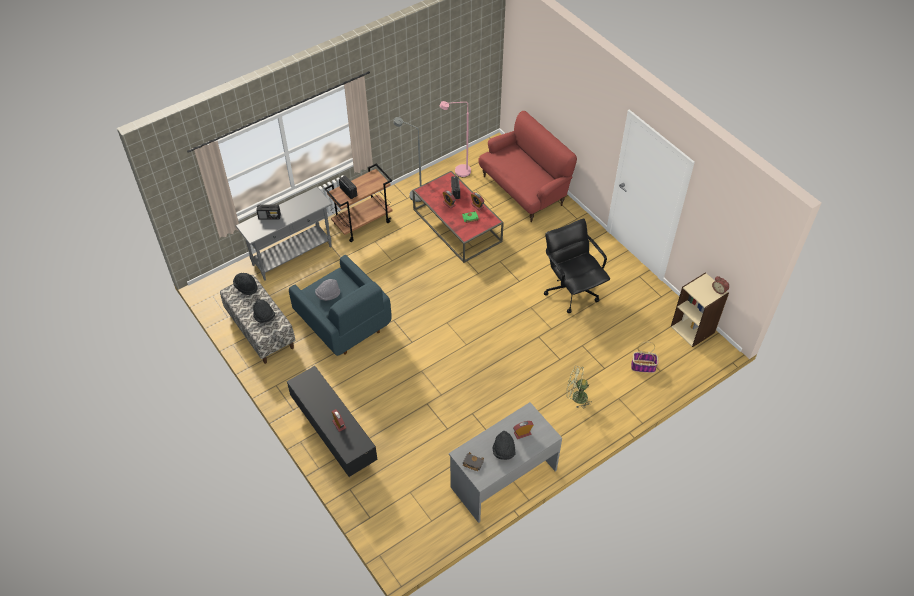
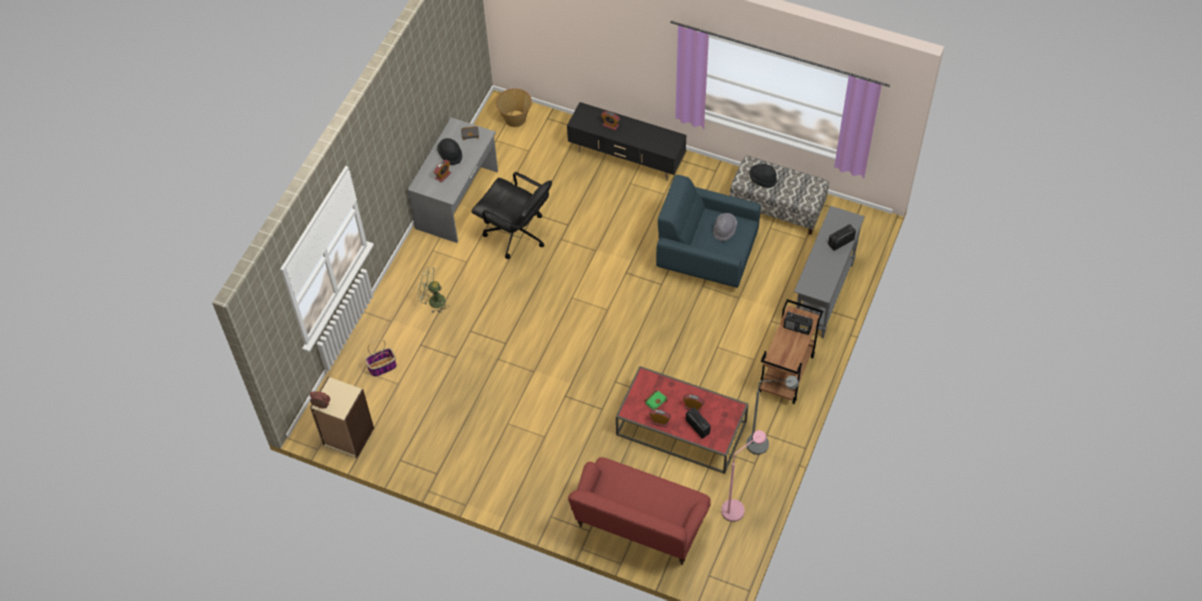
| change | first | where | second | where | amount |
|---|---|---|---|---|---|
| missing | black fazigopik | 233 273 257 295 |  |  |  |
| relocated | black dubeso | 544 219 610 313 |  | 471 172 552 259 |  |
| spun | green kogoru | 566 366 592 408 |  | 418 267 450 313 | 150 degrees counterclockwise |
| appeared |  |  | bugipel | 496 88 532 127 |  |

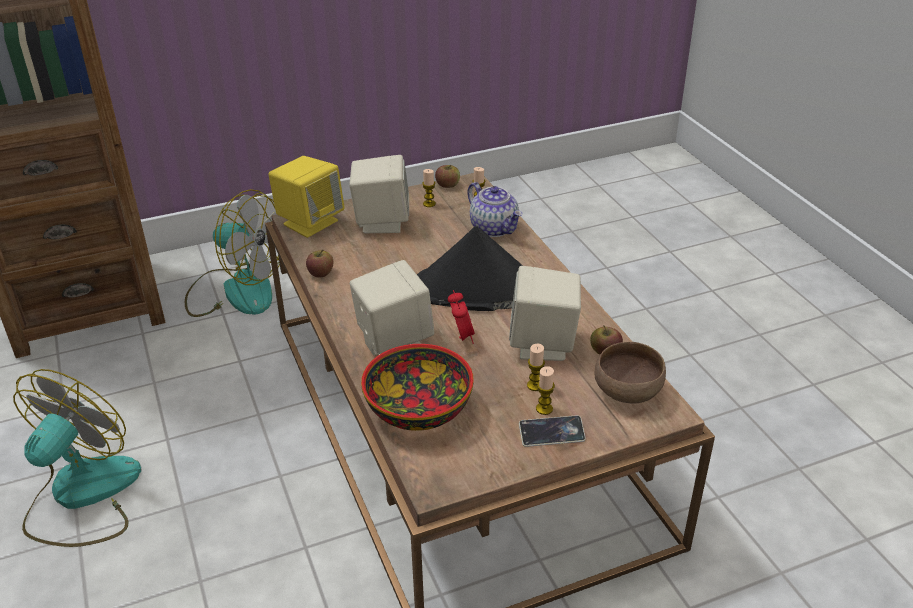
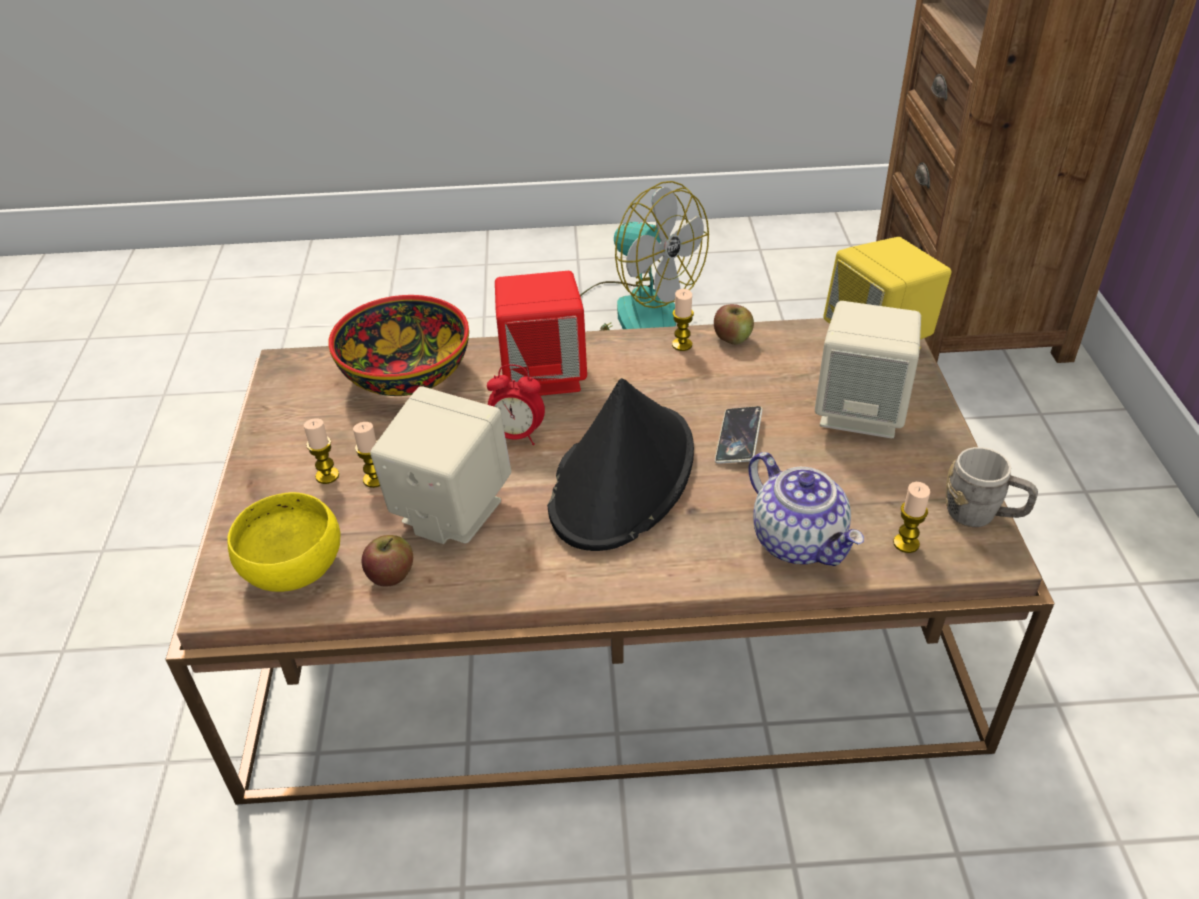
| change | first | where | second | where | amount |
|---|---|---|---|---|---|
| missing | kogoru | 185 189 280 317 |  |  |  |
| colour | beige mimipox | 350 260 434 356 | red mimipox | 495 271 587 396 |  |
| relocated | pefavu | 422 169 436 207 |  | 672 289 694 351 |  |
| exchanged | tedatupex | 435 165 460 188 | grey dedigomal | 946 447 1038 527 |  |
| spun | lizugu | 468 182 522 237 |  | 748 452 864 566 | 105 degrees counterclockwise |
| relocated | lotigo | 519 415 586 447 |  | 715 406 762 464 |  |
| colour | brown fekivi | 594 342 666 403 | yellow fekivi | 228 492 340 592 |  |

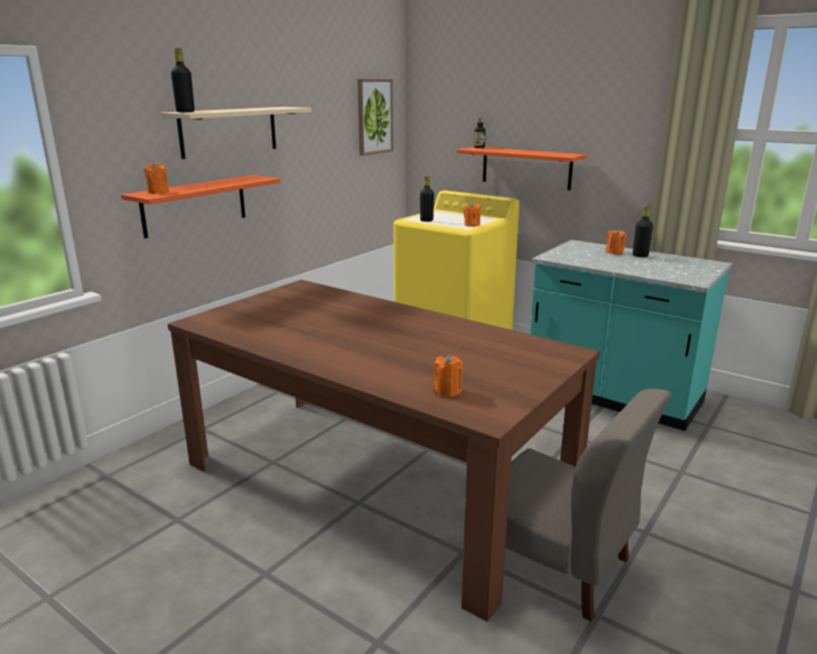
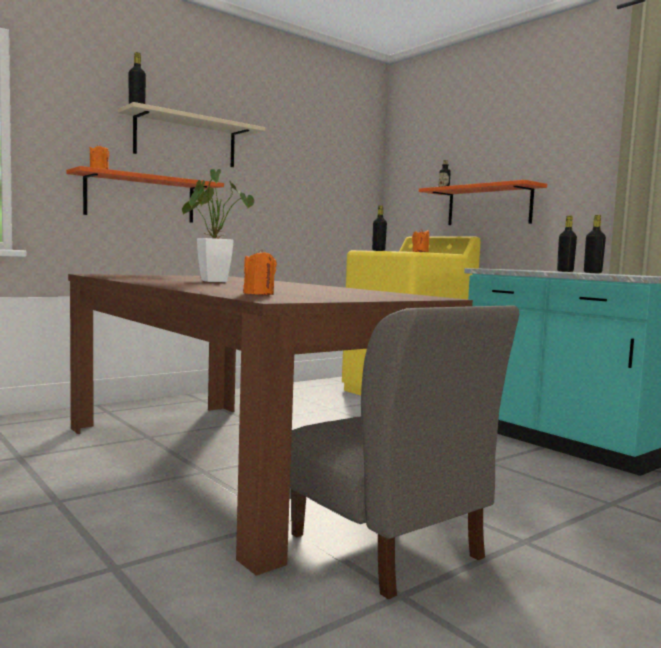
| change | first | where | second | where | amount |
|---|---|---|---|---|---|
| missing | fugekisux | 358 79 393 156 |  |  |  |
| exchanged | orange pefavu | 606 229 627 255 | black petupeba | 557 216 577 272 |  |
| appeared |  |  | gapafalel | 182 169 254 282 |  |

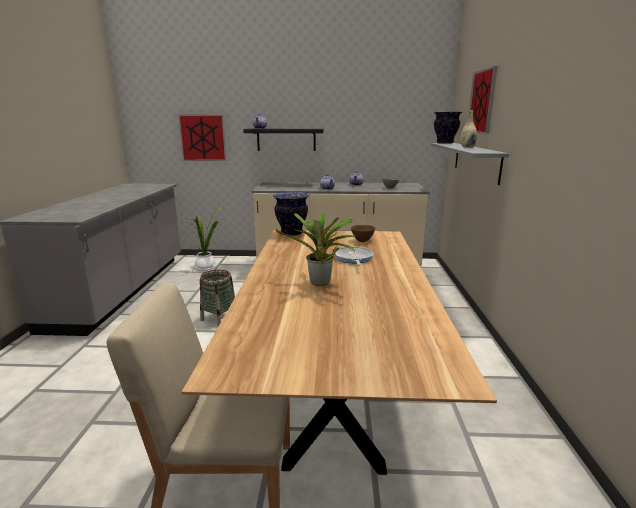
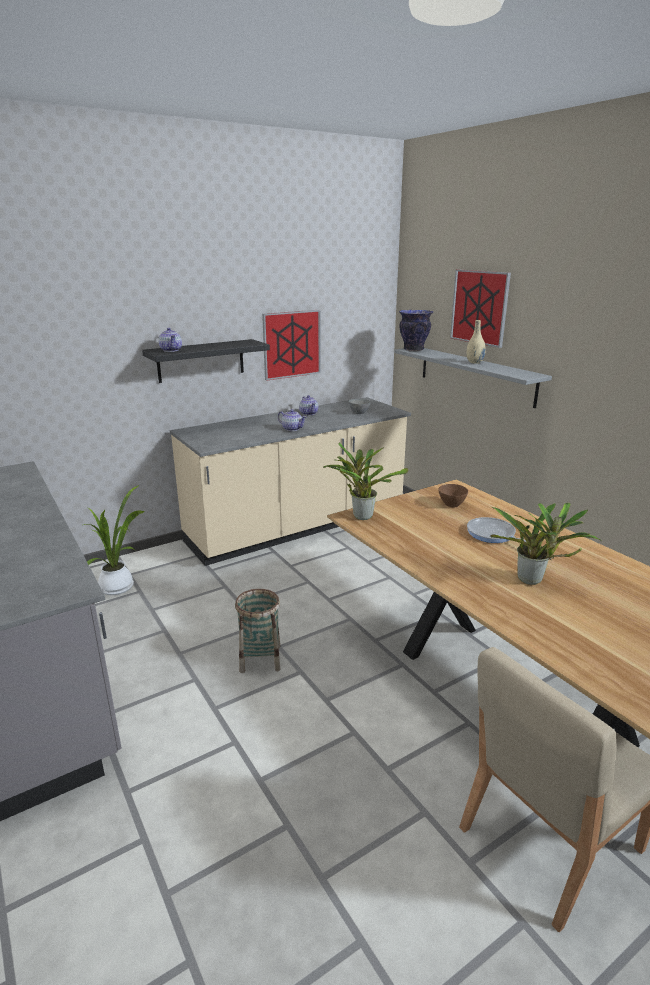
| change | first | where | second | where | amount |
|---|---|---|---|---|---|
| relocated | fugekisux | 178 115 227 161 |  | 262 310 321 381 |  |
| exchanged | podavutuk | 273 192 309 236 | gapafalel | 323 443 408 520 |  |

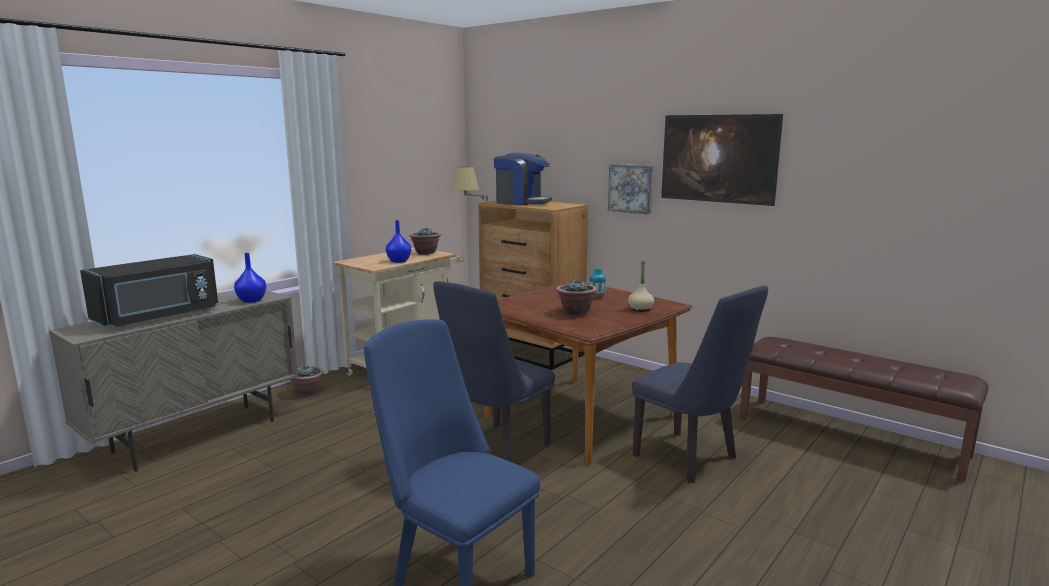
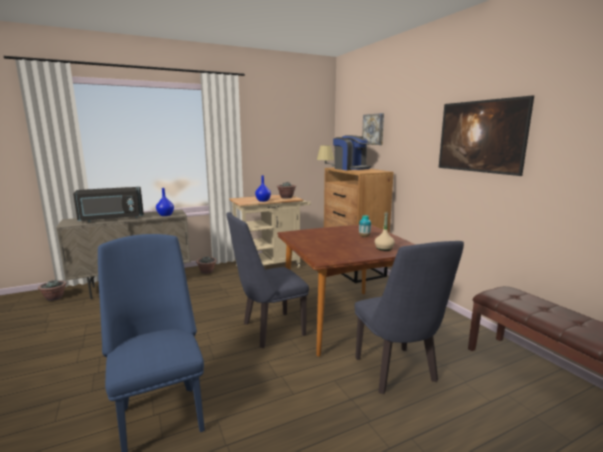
| change | first | where | second | where | amount |
|---|---|---|---|---|---|
| relocated | gapafalel | 556 279 597 316 |  | 38 280 67 301 |  |
| relocated | fugekisux | 608 164 653 214 |  | 362 113 384 145 |  |

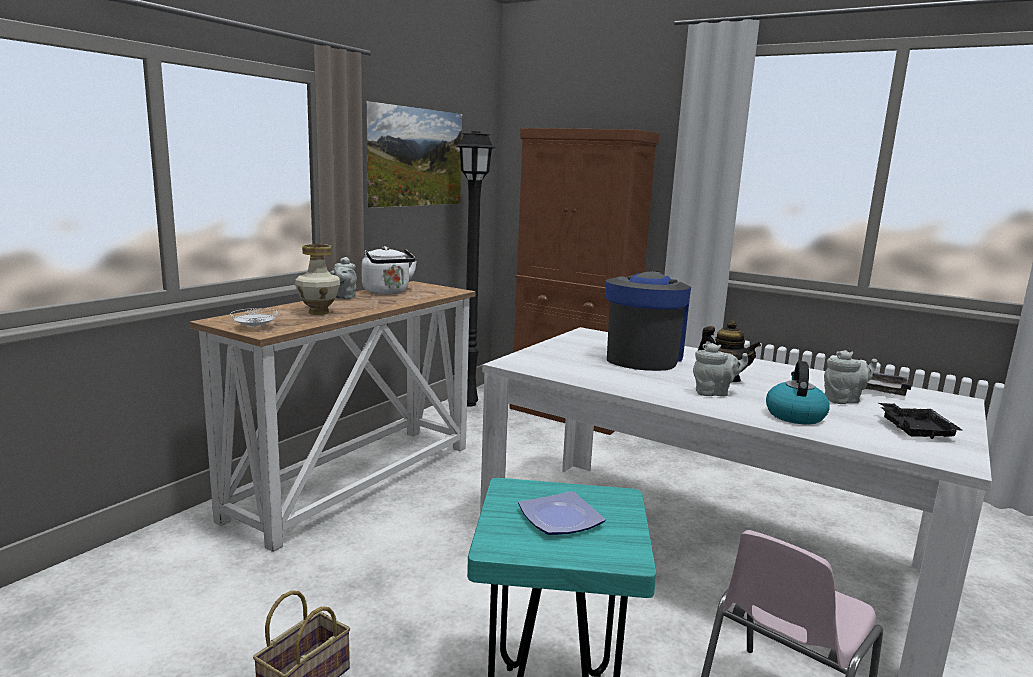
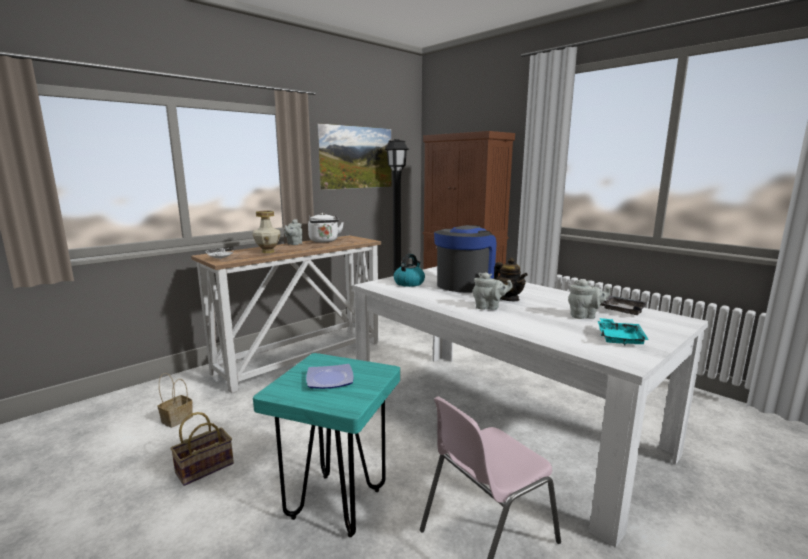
| change | first | where | second | where | amount |
|---|---|---|---|---|---|
| relocated | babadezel | 766 361 830 424 |  | 394 254 425 287 |  |
| colour | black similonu | 879 403 964 439 | turquoise similonu | 598 318 649 346 |  |
| appeared |  |  | bugipel | 158 373 193 428 |  |

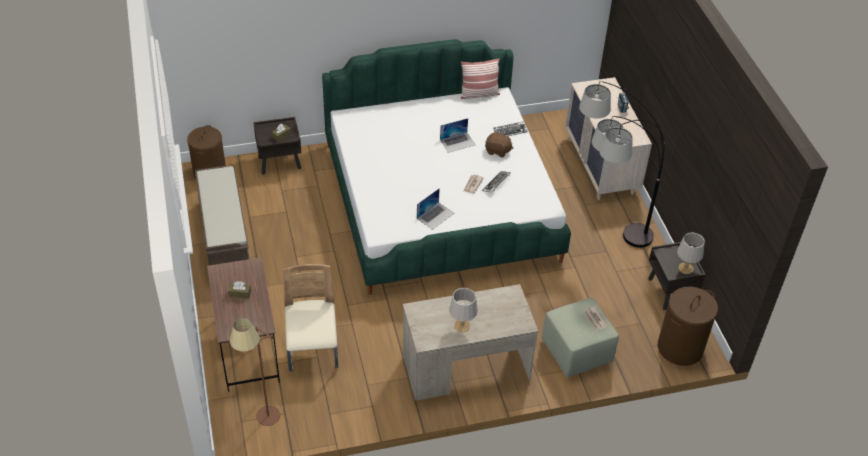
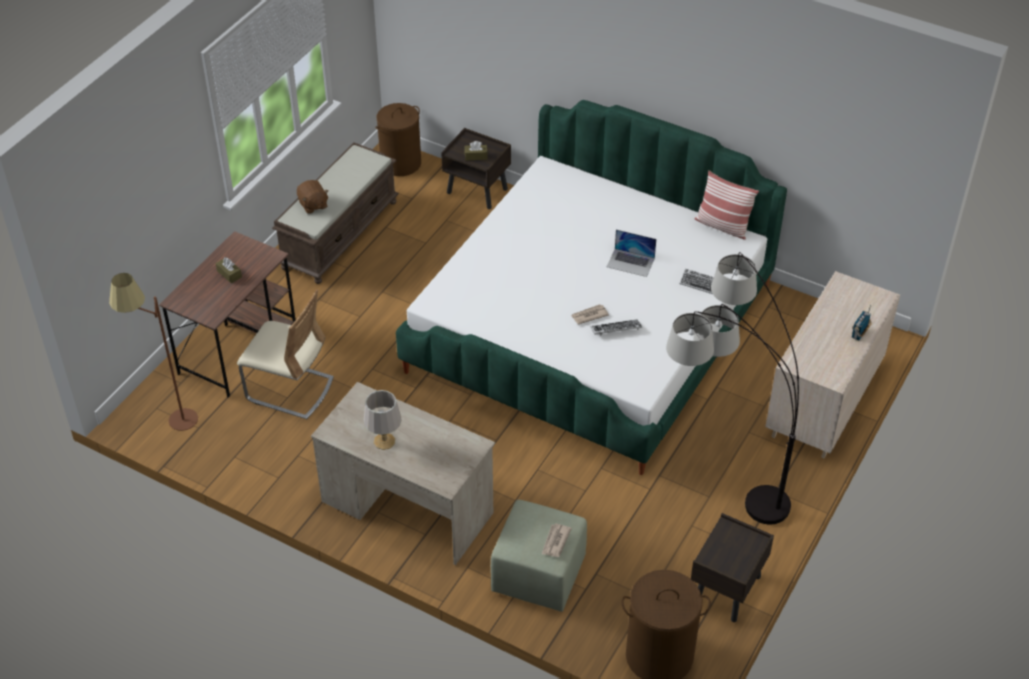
| change | first | where | second | where | amount |
|---|---|---|---|---|---|
| spun | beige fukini | 283 264 338 371 |  | 237 289 334 419 | 75 degrees clockwise |
| missing | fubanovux | 417 188 454 230 |  |  |  |
| relocated | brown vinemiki | 485 132 513 158 |  | 297 180 329 214 |  |
| missing | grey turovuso | 677 232 705 274 |  |  |  |

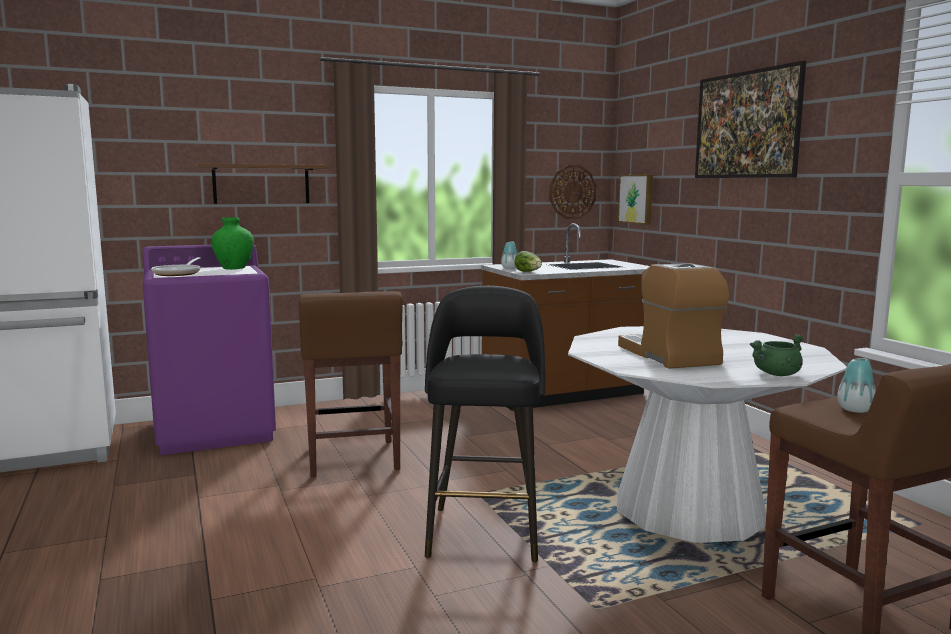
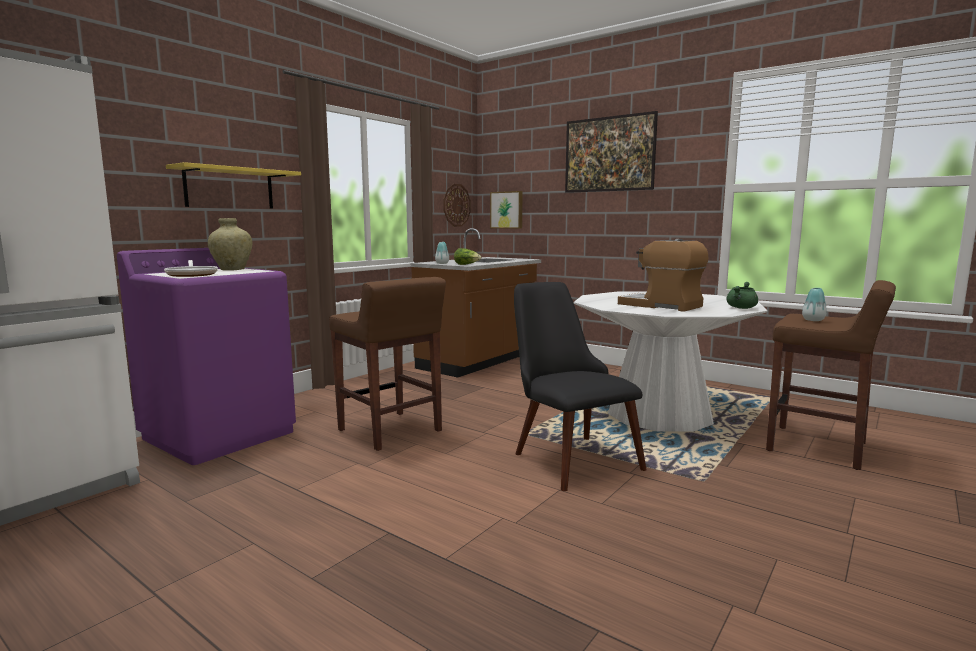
| change | first | where | second | where | amount |
|---|---|---|---|---|---|
| colour | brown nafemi | 196 163 329 204 | yellow nafemi | 166 162 301 209 |  |
| colour | green podavutuk | 211 217 254 270 | beige podavutuk | 208 218 252 271 |  |
| exchanged | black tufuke | 425 286 545 562 | black fukini | 514 282 647 491 |  |

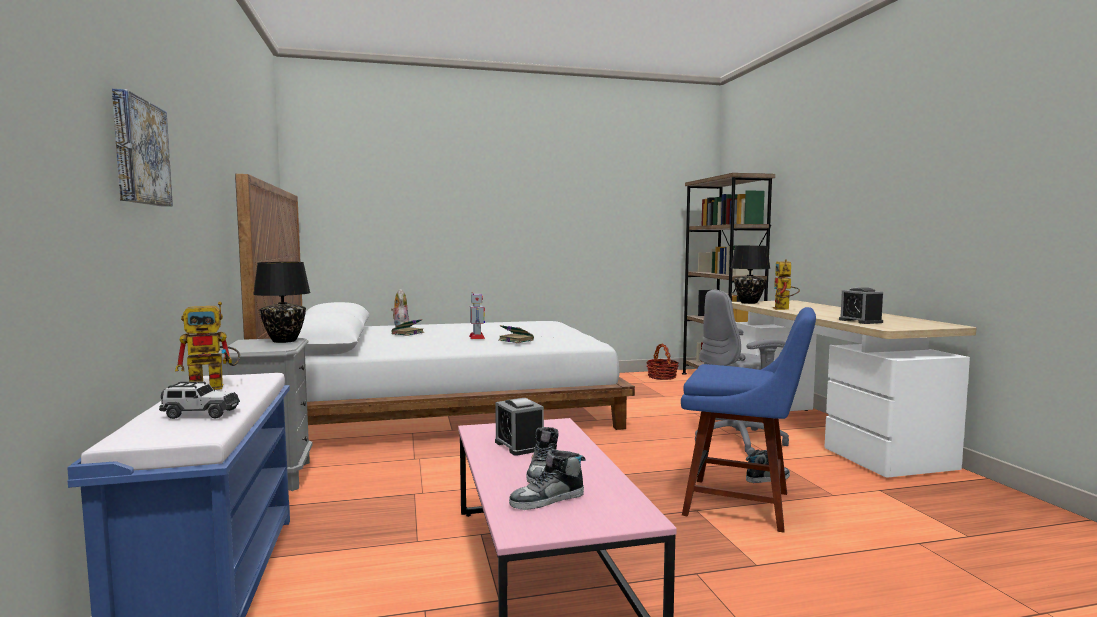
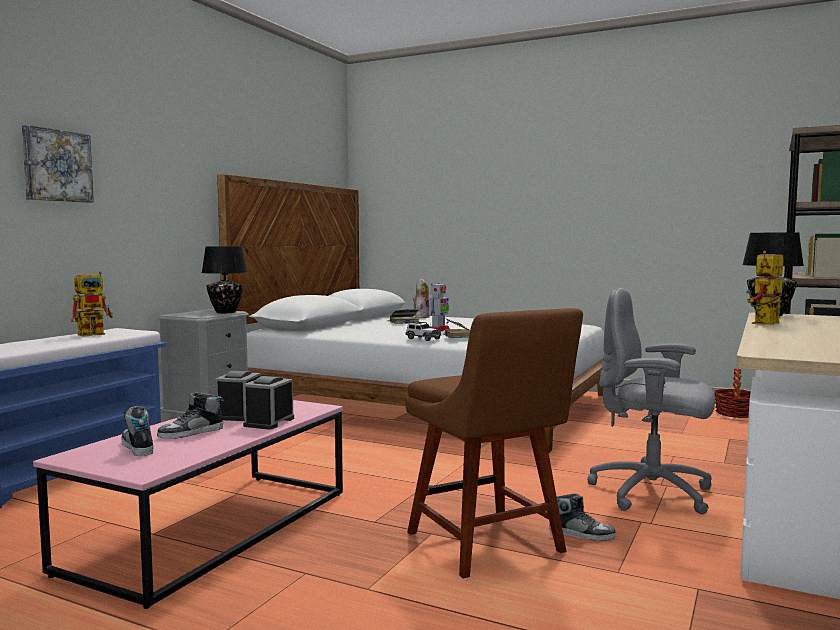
| change | first | where | second | where | amount |
|---|---|---|---|---|---|
| relocated | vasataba | 159 381 240 419 |  | 405 321 441 341 |  |
| spun | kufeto | 175 302 240 390 |  | 71 271 113 337 | 60 degrees counterclockwise |
| spun | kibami | 509 449 586 510 |  | 121 406 154 456 | 45 degrees clockwise |
| colour | blue fukini | 681 307 816 533 | brown fukini | 405 308 583 579 |  |
| relocated | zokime | 839 287 883 324 |  | 243 376 294 430 |  |

